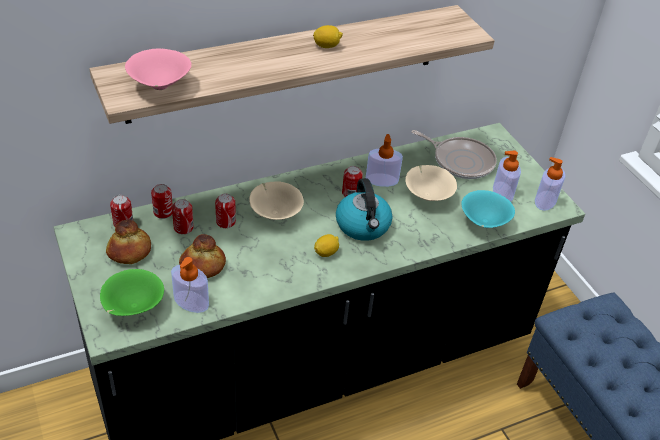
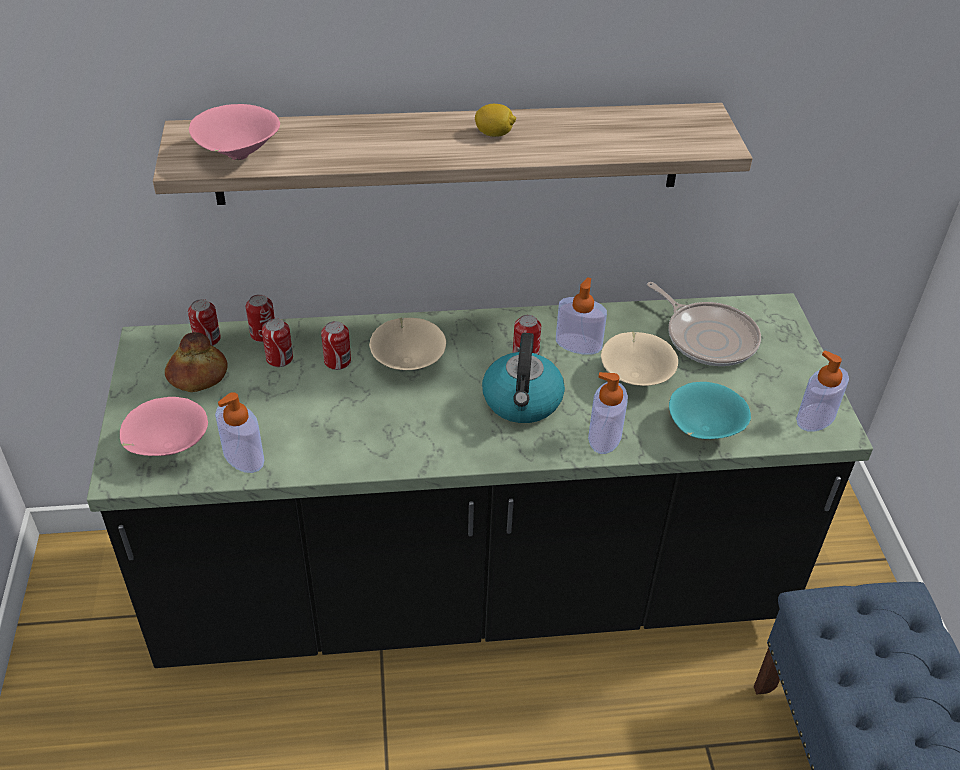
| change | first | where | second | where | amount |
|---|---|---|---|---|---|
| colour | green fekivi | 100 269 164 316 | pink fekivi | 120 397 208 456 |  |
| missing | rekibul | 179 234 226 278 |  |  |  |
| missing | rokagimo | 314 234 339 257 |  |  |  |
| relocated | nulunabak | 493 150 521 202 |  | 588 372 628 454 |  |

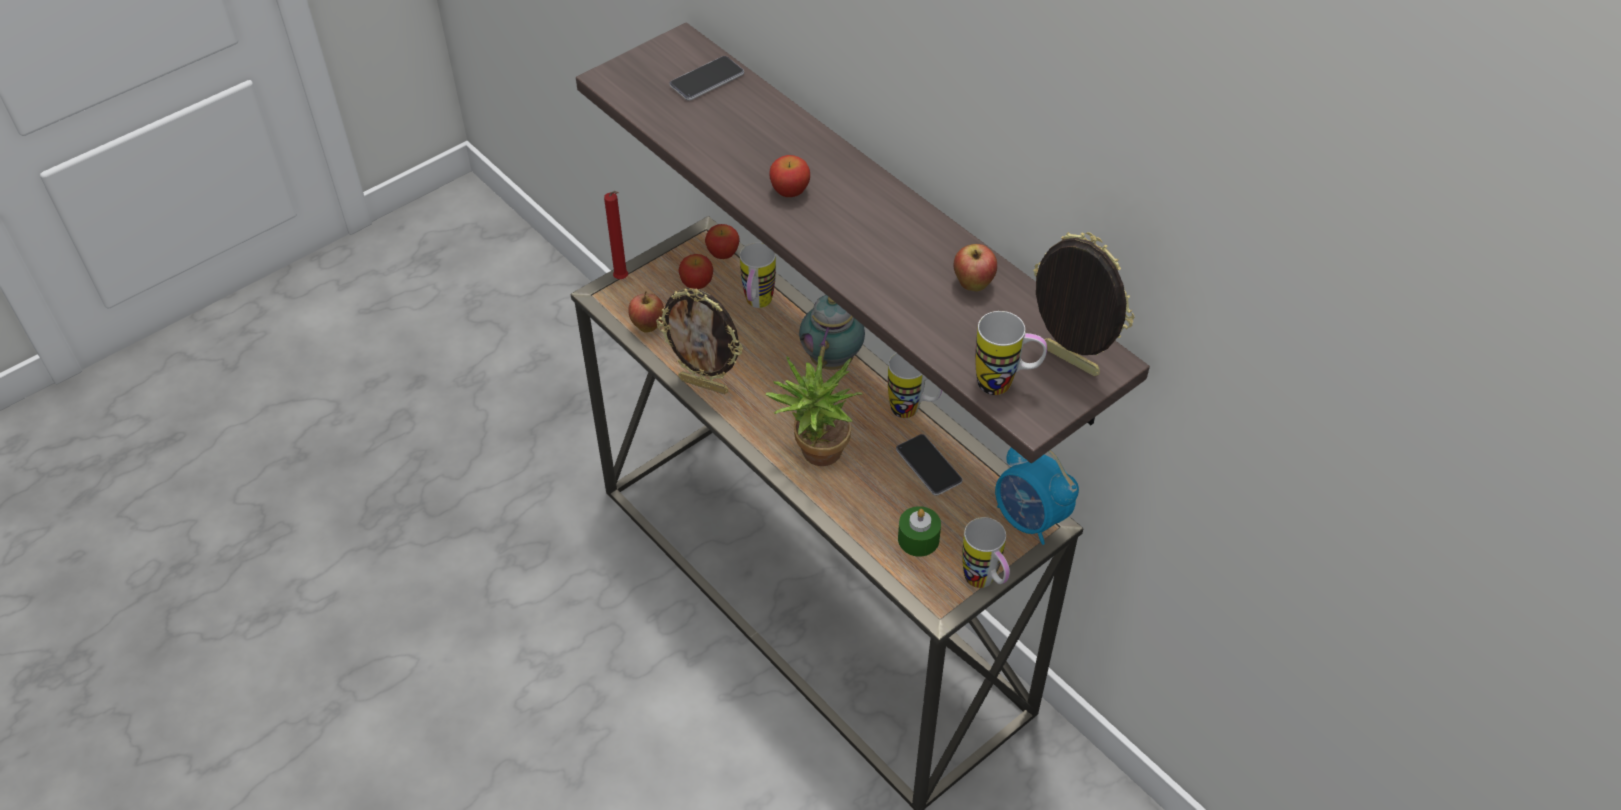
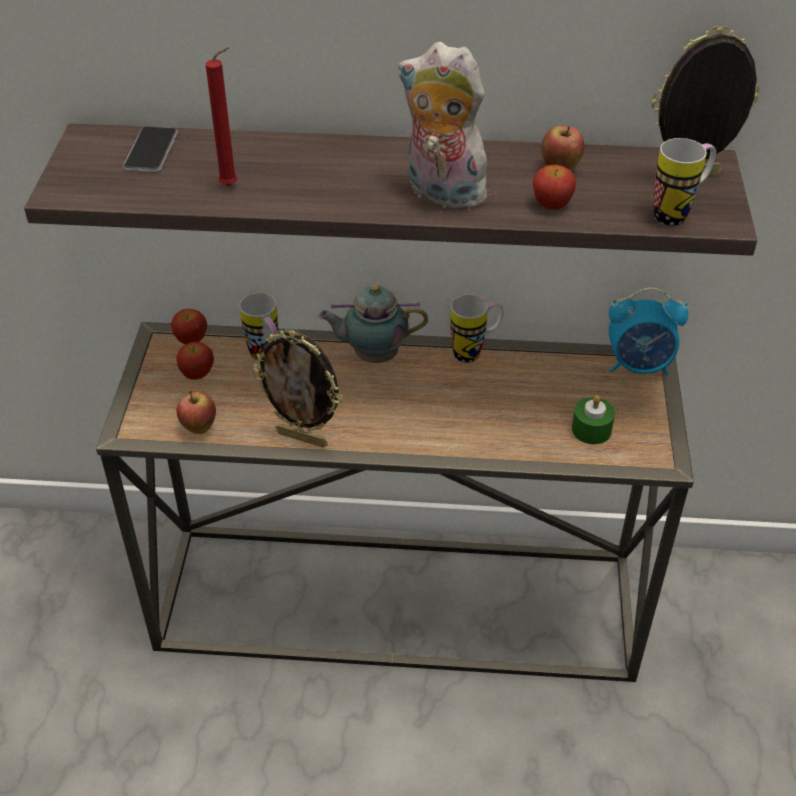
| change | first | where | second | where | amount |
|---|---|---|---|---|---|
| relocated | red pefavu | 604 191 628 279 |  | 205 47 237 186 |  |
| spun | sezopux | 656 288 743 394 |  | 251 330 343 447 | 45 degrees clockwise |
| missing | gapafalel | 765 356 863 466 |  |  |  |
| relocated | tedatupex | 770 155 810 197 |  | 533 165 576 210 |  |
| spun | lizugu | 799 295 865 370 |  | 318 284 428 363 | 60 degrees counterclockwise |
| missing | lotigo | 896 434 963 496 |  |  |  |
| missing | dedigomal | 962 517 1010 588 |  |  |  |
| appeared |  |  | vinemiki | 398 42 491 210 |  |

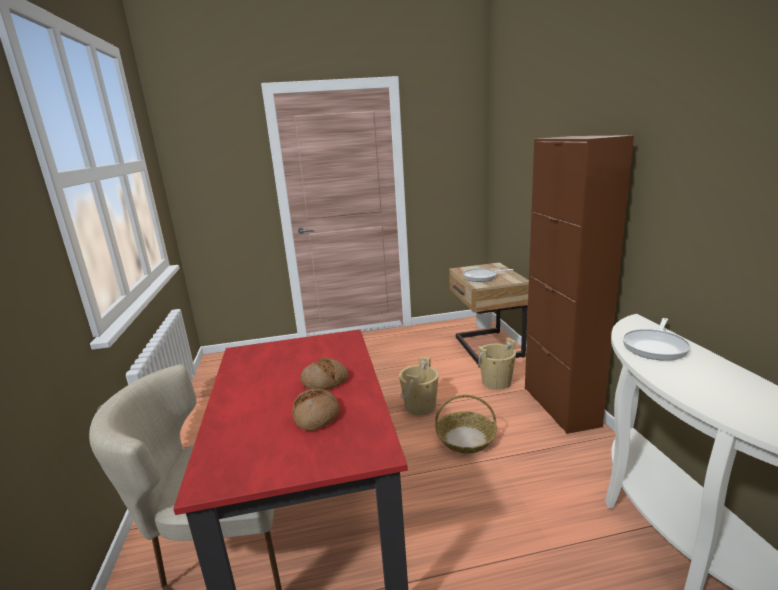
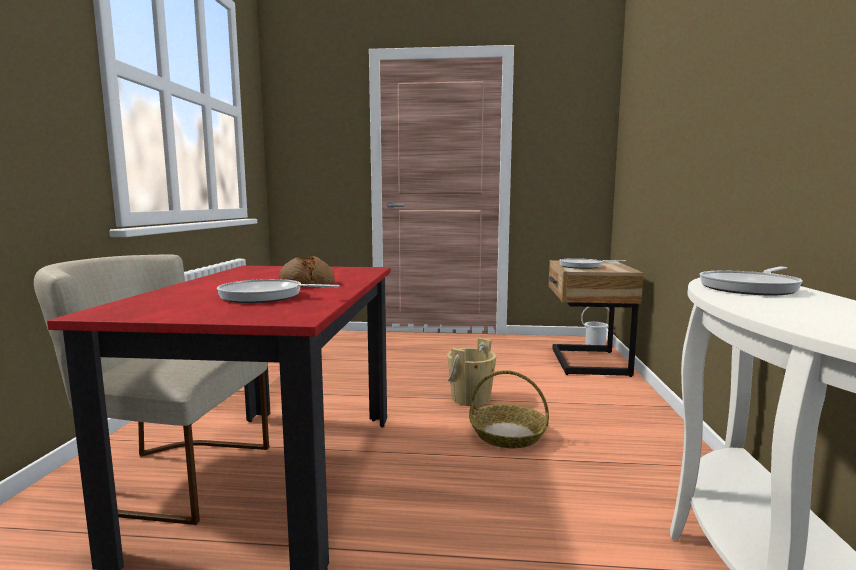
| change | first | where | second | where | amount |
|---|---|---|---|---|---|
| exchanged | rekibul | 292 389 340 431 | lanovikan | 217 279 340 303 |  |
| missing | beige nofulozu | 478 338 516 390 |  |  |  |
| missing | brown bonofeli | 525 135 634 434 |  |  |  |

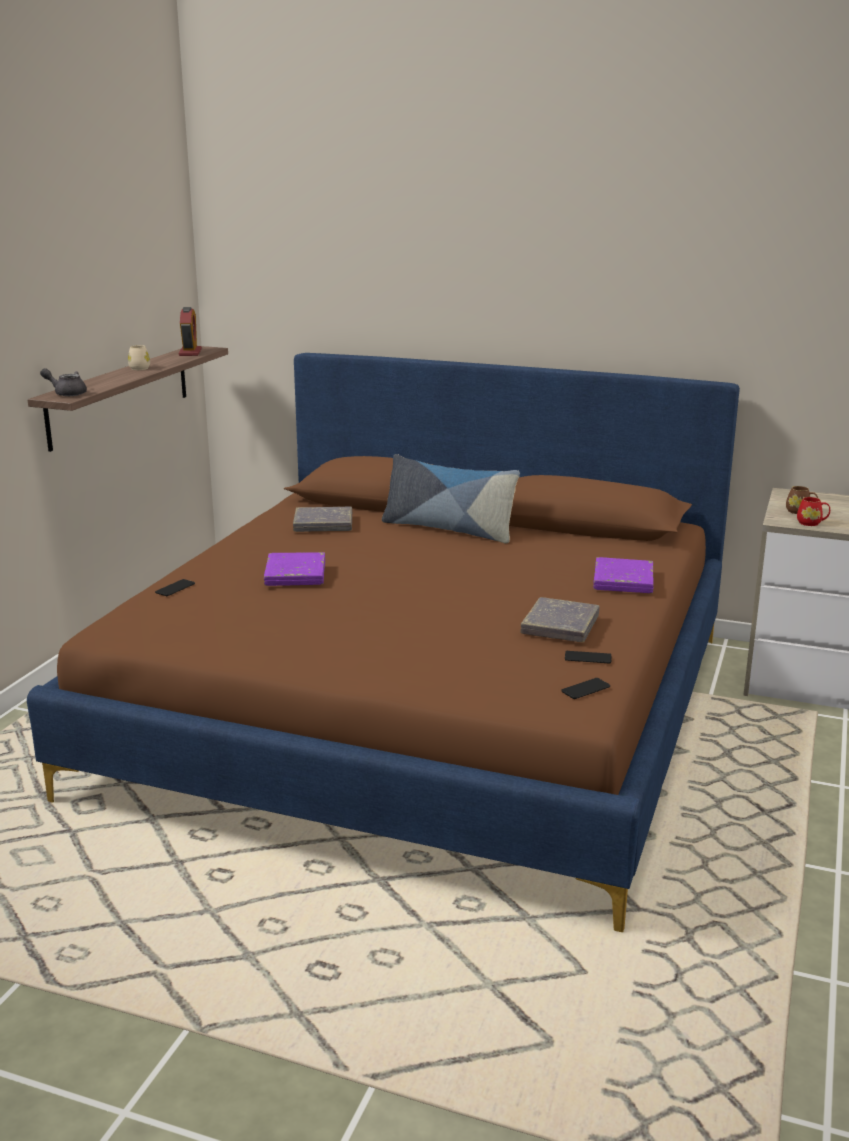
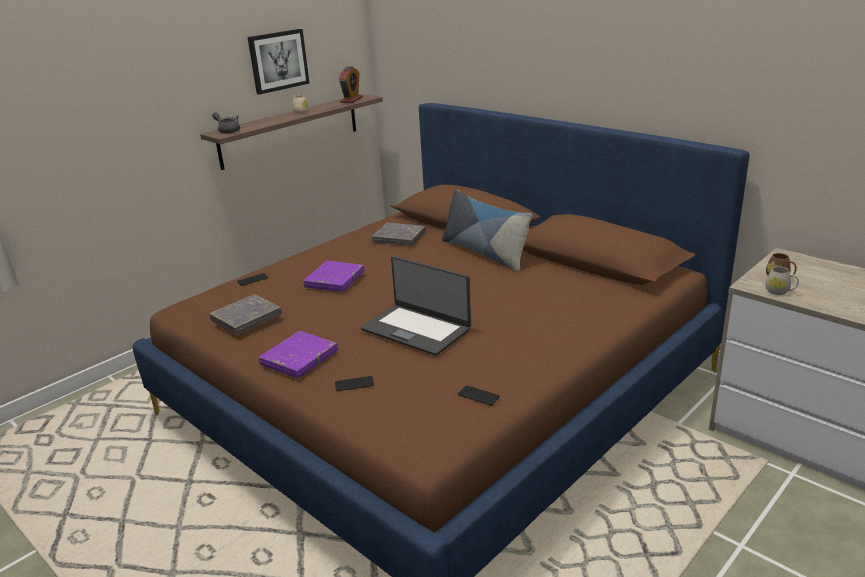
| change | first | where | second | where | amount |
|---|---|---|---|---|---|
| relocated | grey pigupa | 521 597 600 642 |  | 209 294 282 335 |  |
| relocated | lotigo | 561 678 610 699 |  | 335 376 374 391 |  |
| relocated | purple pigupa | 593 557 654 593 |  | 259 331 338 378 |  |
| colour | red dedigomal | 797 497 830 526 | white dedigomal | 765 267 799 295 |  |
| appeared |  |  | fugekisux | 248 29 309 95 |  |
| appeared |  |  | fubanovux | 361 256 471 356 |  |

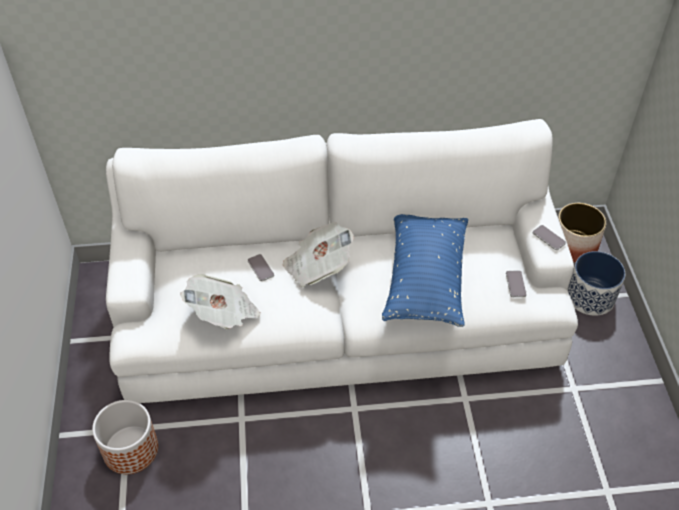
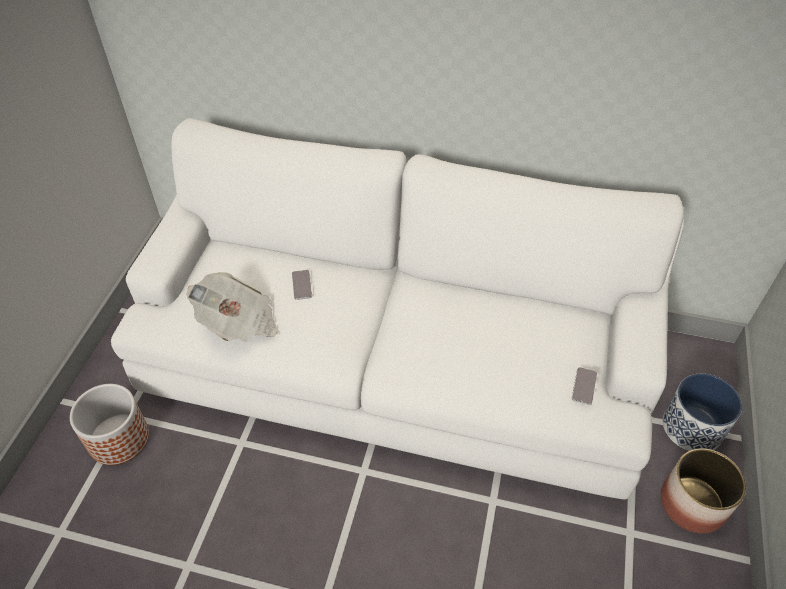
| change | first | where | second | where | amount |
|---|---|---|---|---|---|
| missing | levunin | 283 222 354 287 |  |  |  |
| missing | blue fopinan | 382 214 468 327 |  |  |  |
| missing | lotigo | 533 225 566 250 |  |  |  |
| relocated | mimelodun | 558 203 606 263 |  | 661 448 746 534 |  |

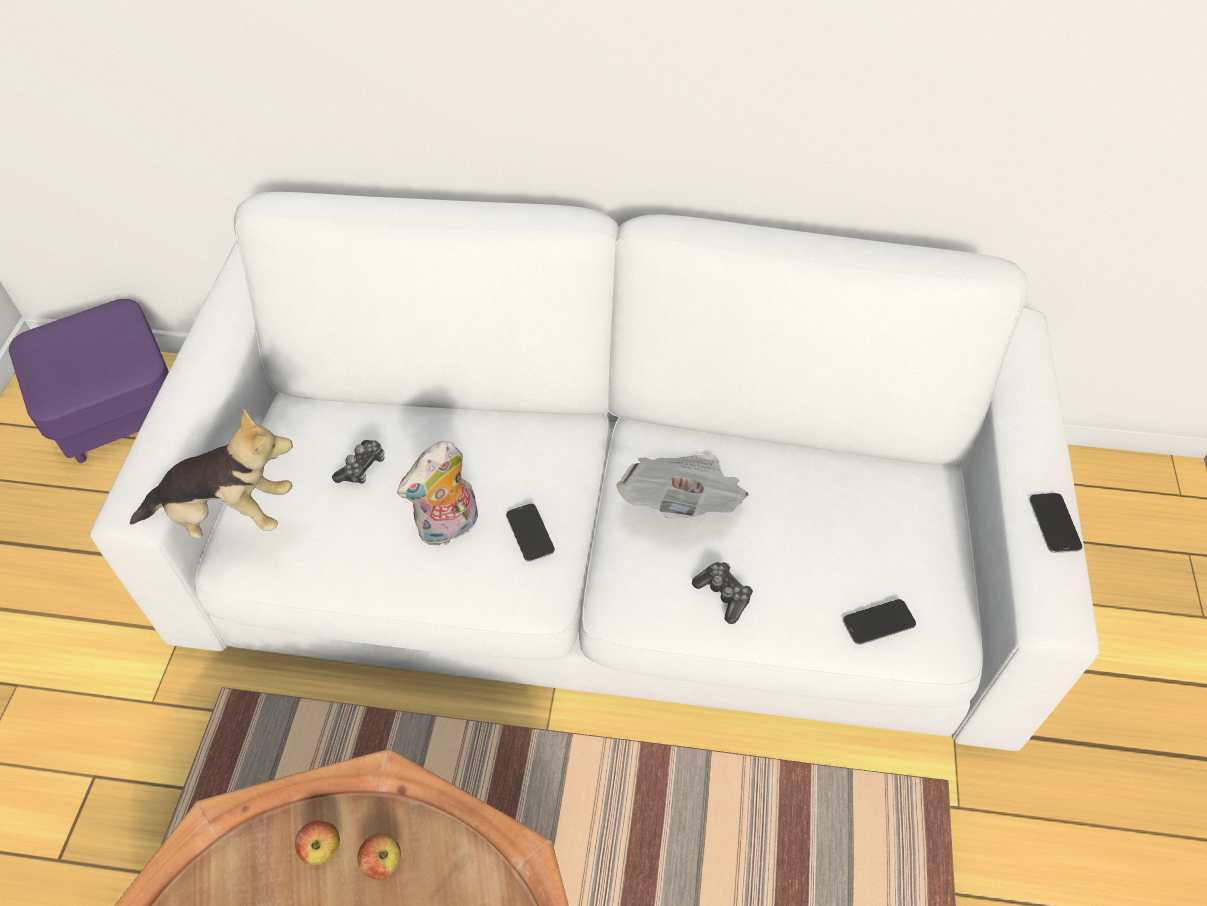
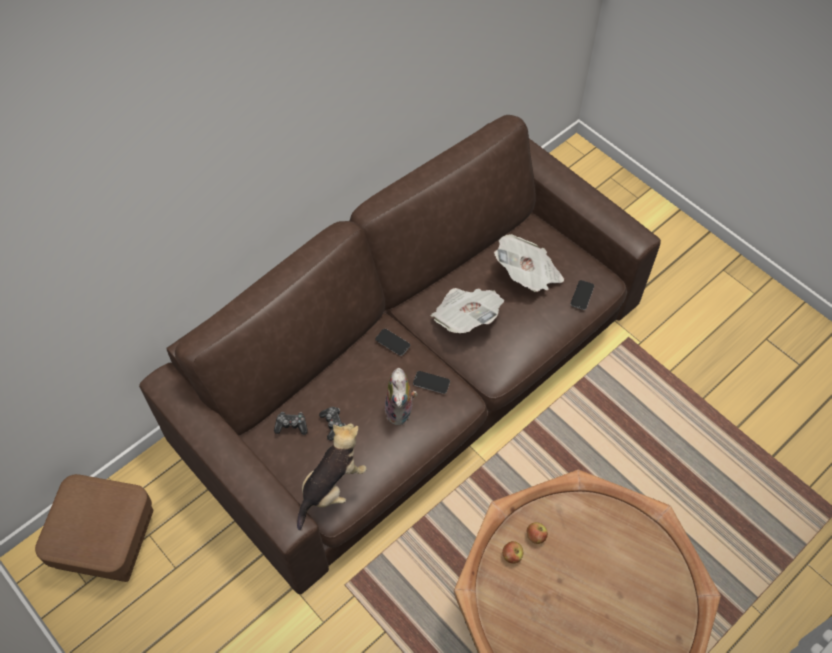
| change | first | where | second | where | amount |
|---|---|---|---|---|---|
| colour | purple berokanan | 9 299 169 463 | brown berokanan | 35 474 153 582 |  |
| colour | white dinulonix | 90 192 1099 751 | brown dinulonix | 139 115 661 594 |  |
| relocated | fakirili | 692 562 753 624 |  | 274 412 308 435 |  |
| relocated | lotigo | 1030 493 1082 553 |  | 375 329 410 356 |  |
| appeared |  |  | levunin | 494 234 564 292 |  |

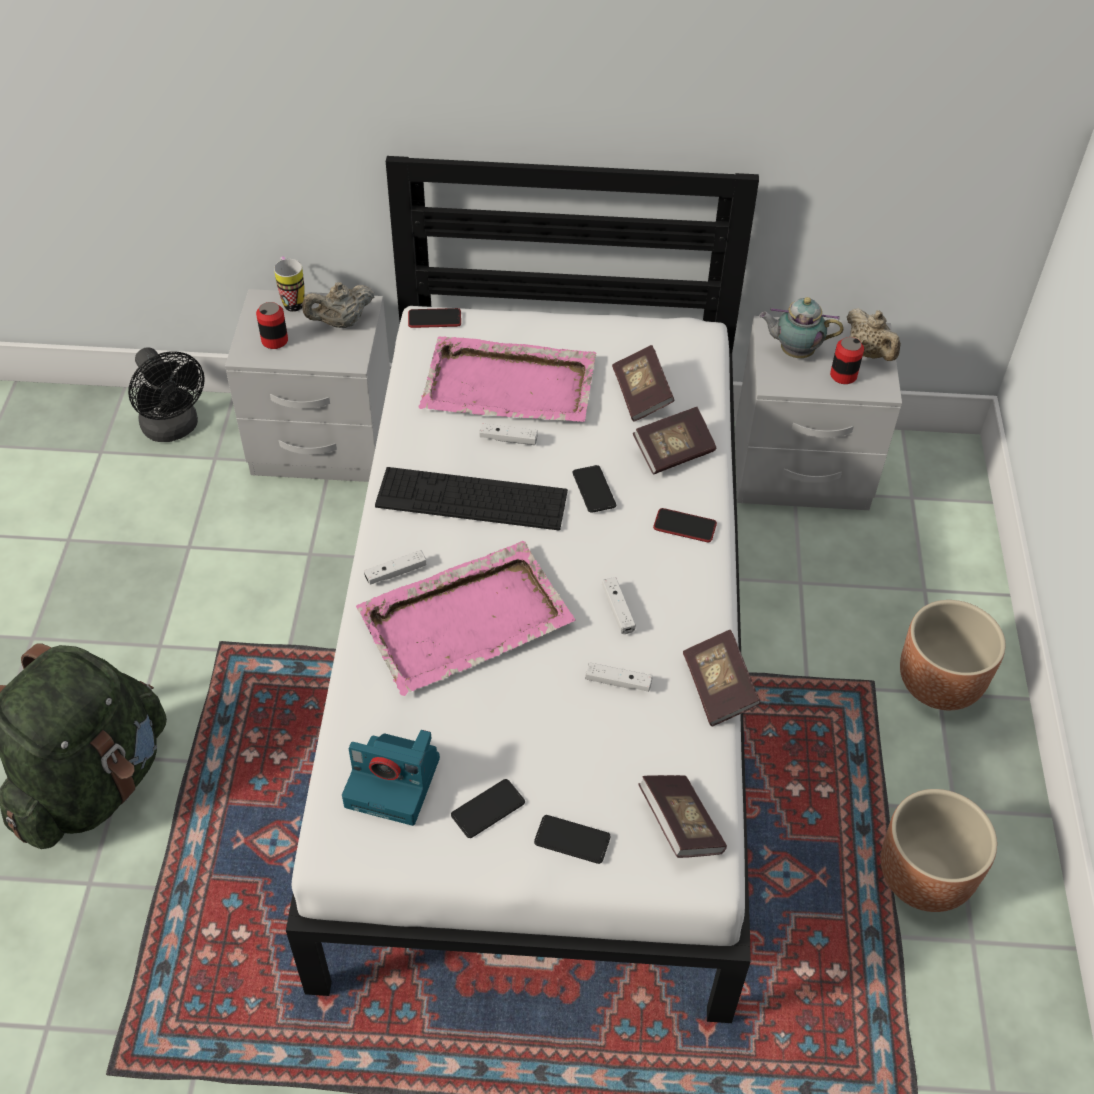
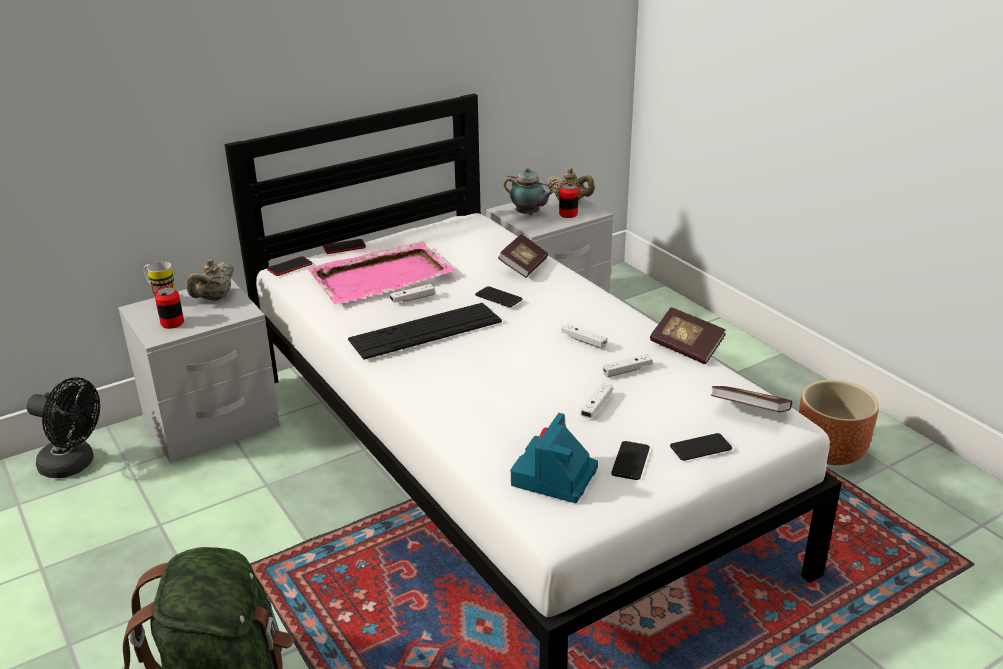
| change | first | where | second | where | amount |
|---|---|---|---|---|---|
| spun | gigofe | 342 730 440 826 |  | 511 413 598 503 | 135 degrees clockwise |
| missing | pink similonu | 356 541 575 696 |  |  |  |
| relocated | white fakirili | 364 550 426 585 |  | 580 383 612 418 |  |
| missing | pigupa | 612 345 675 422 |  |  |  |
| relocated | lotigo | 653 508 717 542 |  | 323 239 366 254 |  |
| spun | lizugu | 759 297 844 358 |  | 504 167 555 215 | 120 degrees counterclockwise |
| missing | brown mimelodun | 900 600 1005 710 |  |  |  |

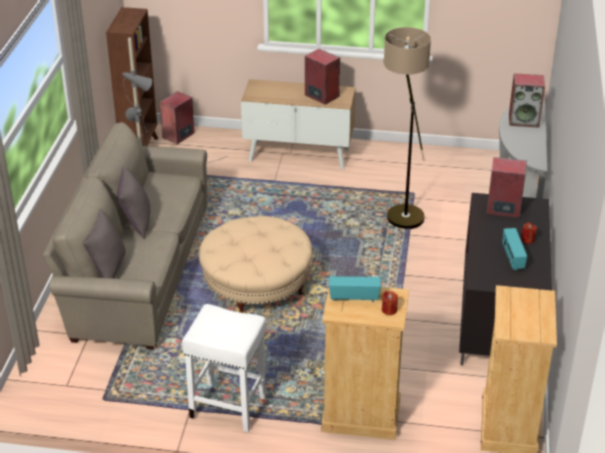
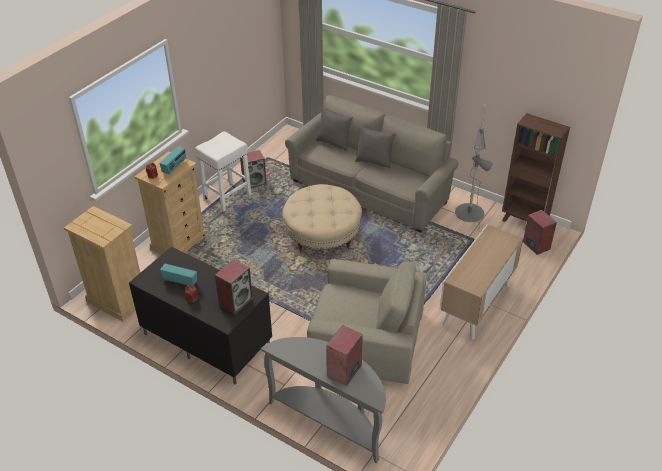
| change | first | where | second | where | amount |
|---|---|---|---|---|---|
| relocated | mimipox | 305 49 340 105 |  | 240 150 267 188 |  |
| exchanged | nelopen | 384 27 431 229 | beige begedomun | 307 259 427 384 |  |

